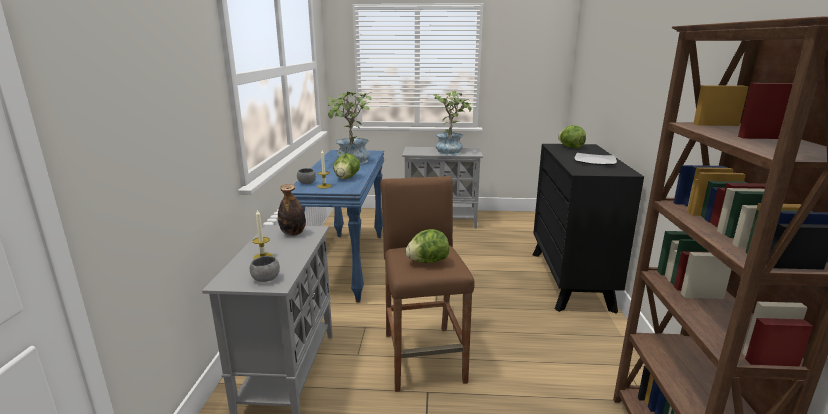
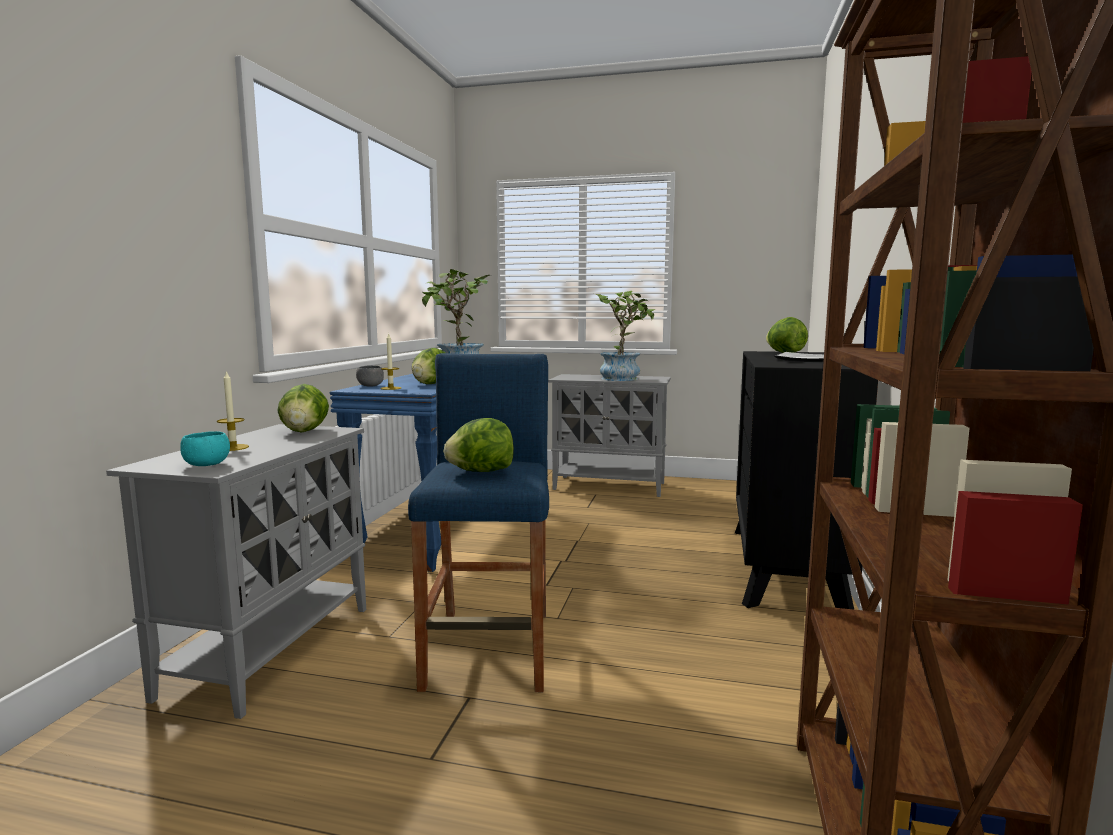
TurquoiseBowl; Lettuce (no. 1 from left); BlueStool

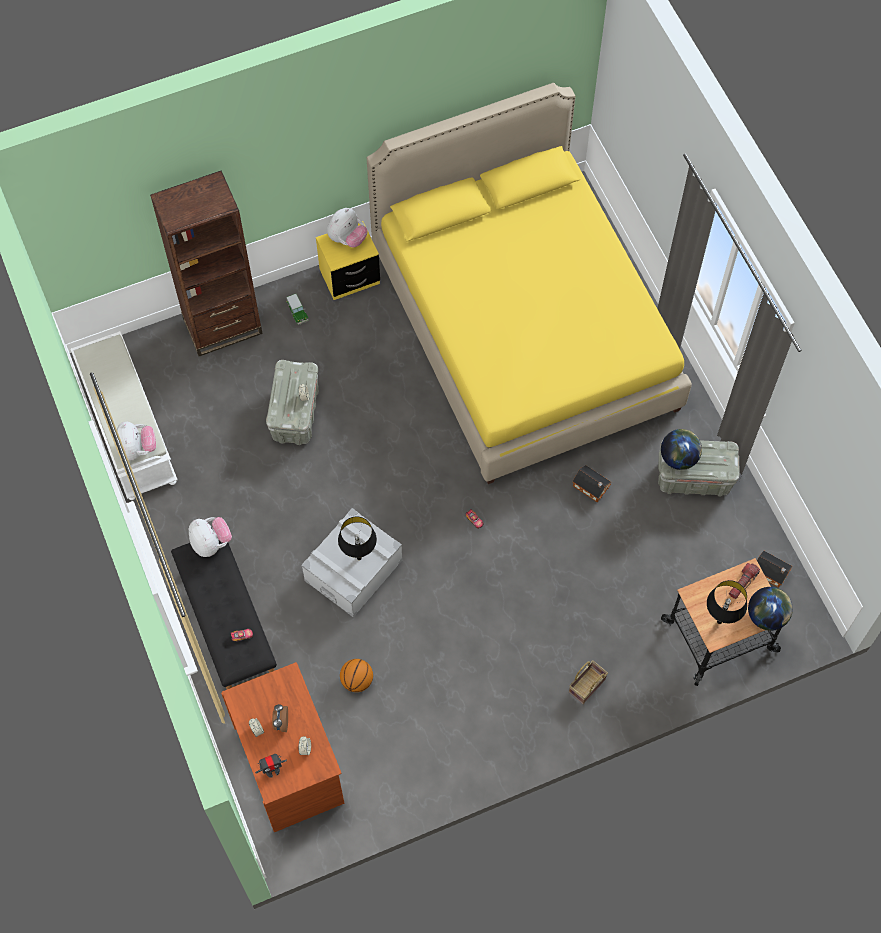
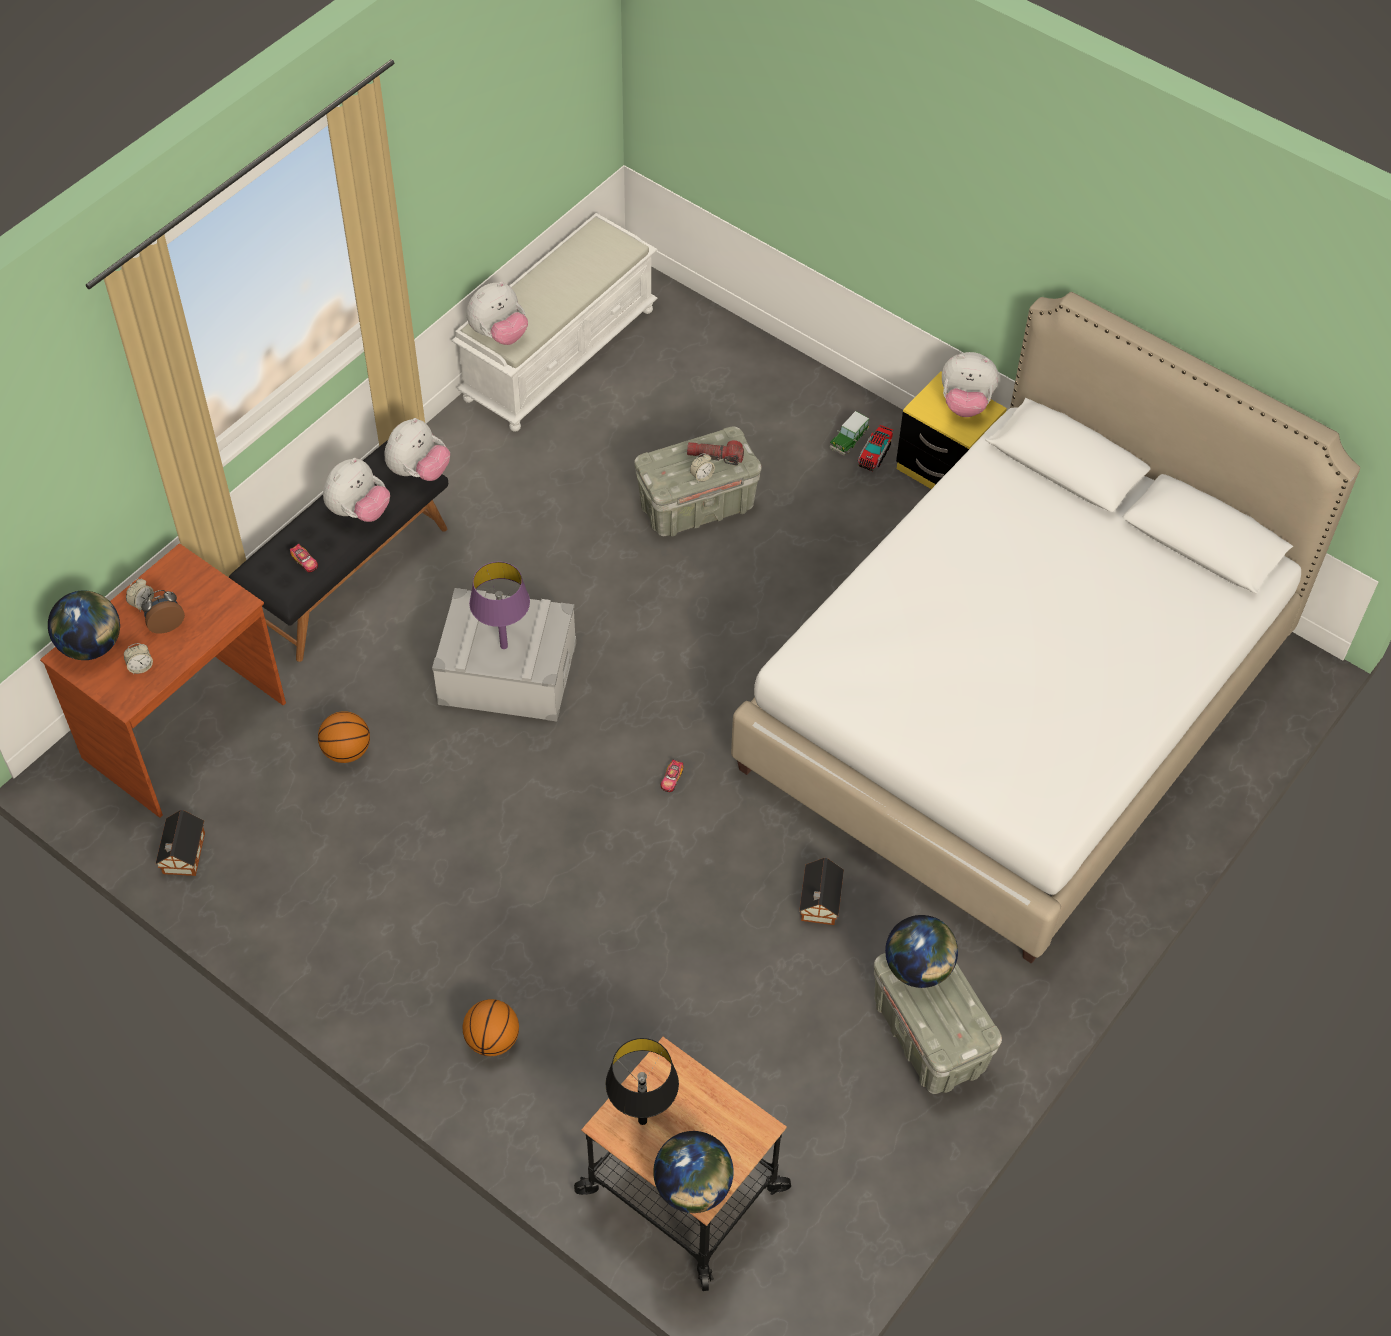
BrownBookcase; Globe (no. 1 from left); PurpleTableLamp; WhiteBed; Basketball (no. 2 from left); Flashlight; ToyHouse (no. 1 from left); PlushToy (no. 1 from left); ToyTruck

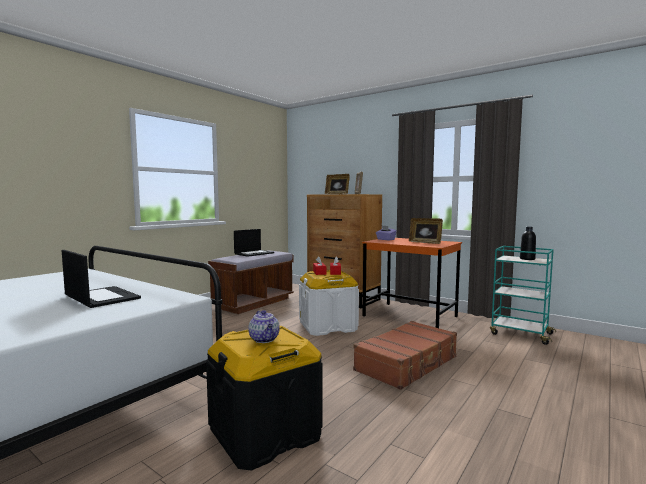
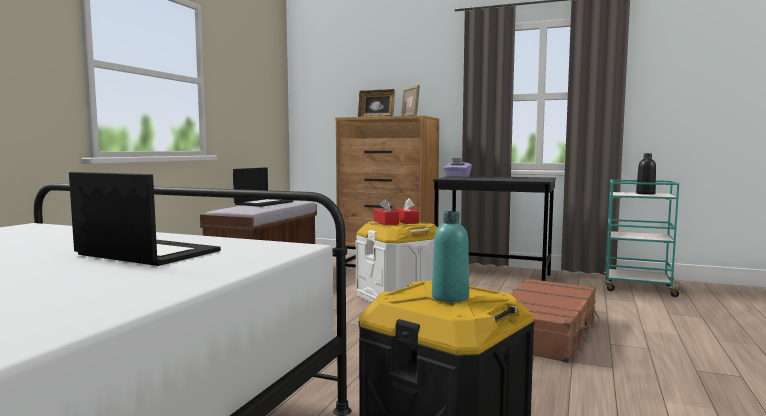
TurquoiseBottle; BlackDesk; PictureFrame (no. 3 from left in the first image)

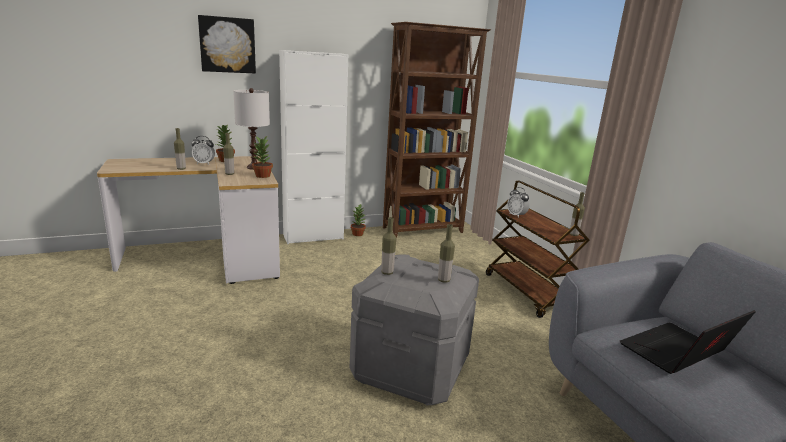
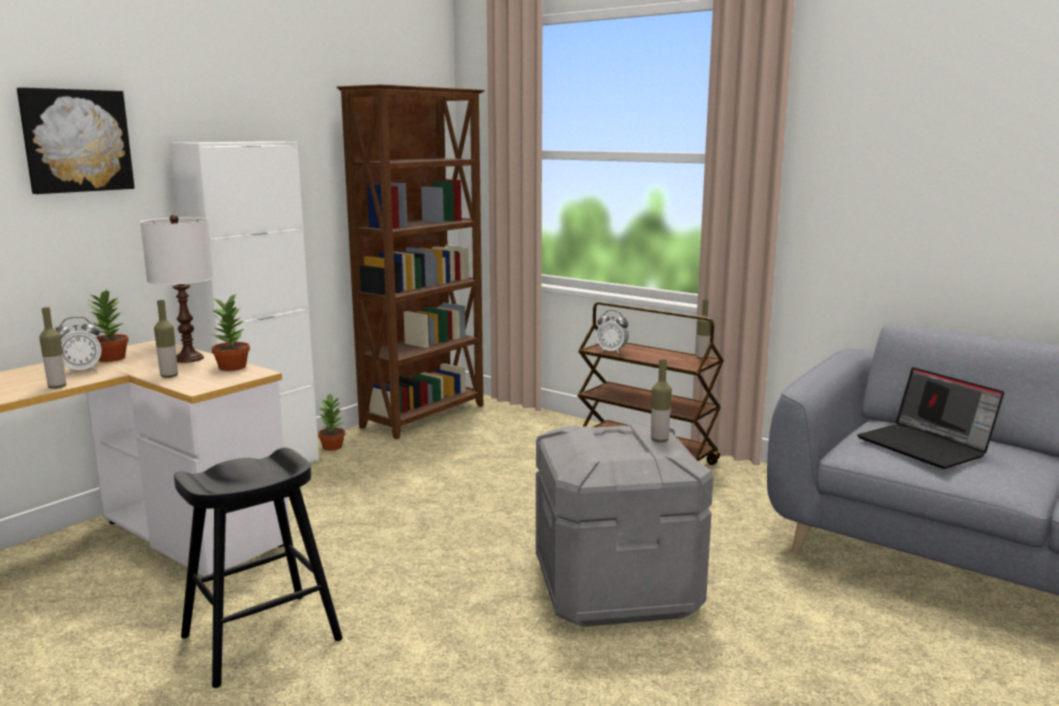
Bottle (no. 3 from left in the first image); Laptop; BlackStool

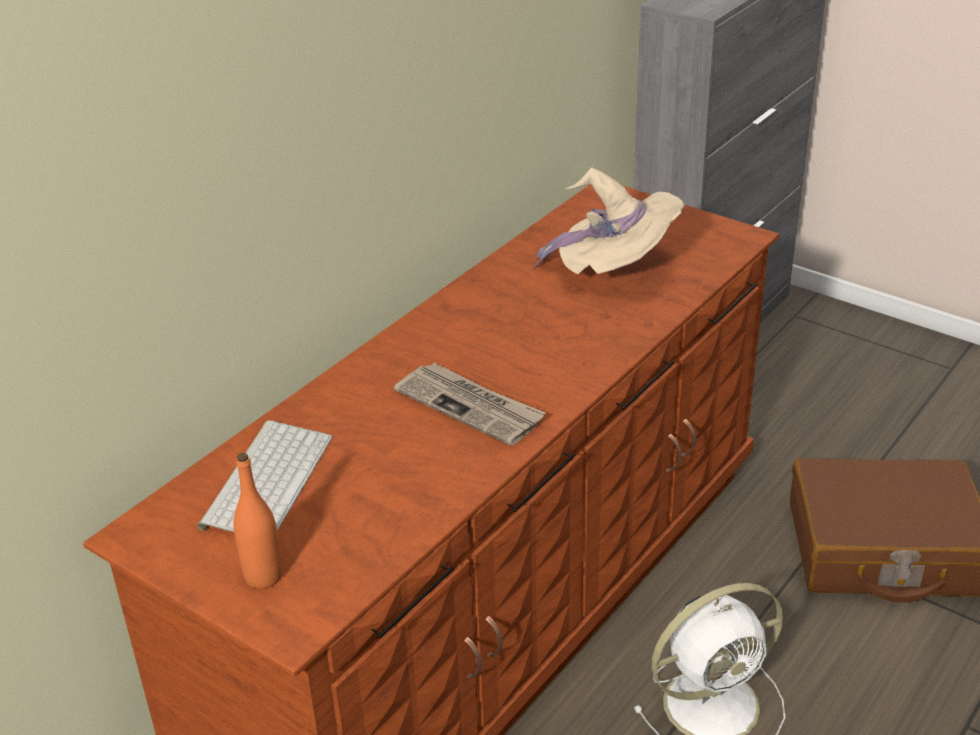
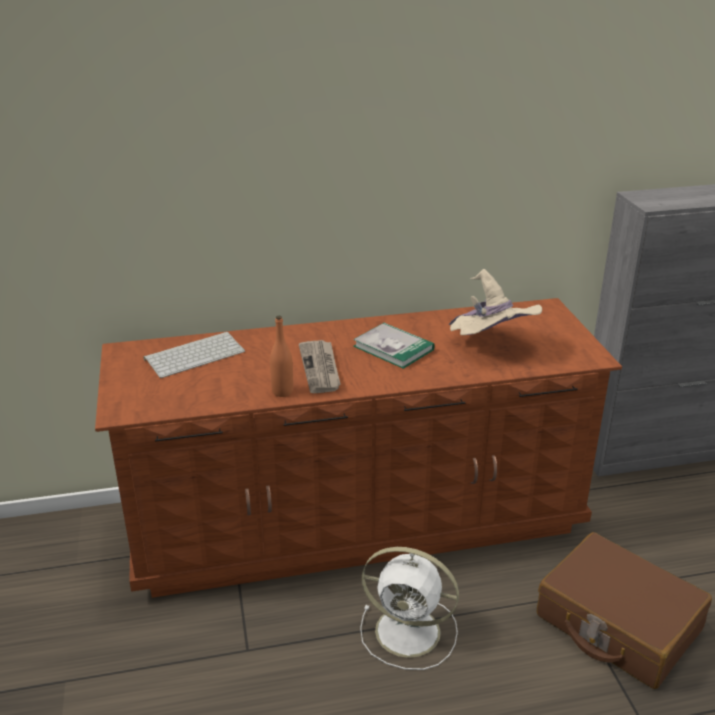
OrangeBottle; Book

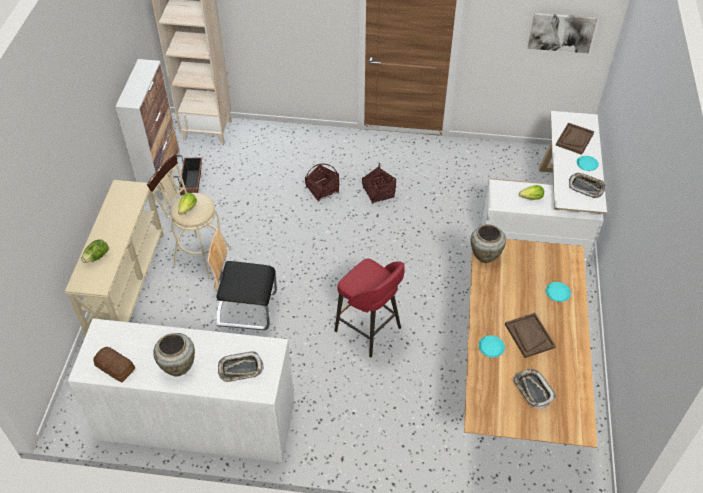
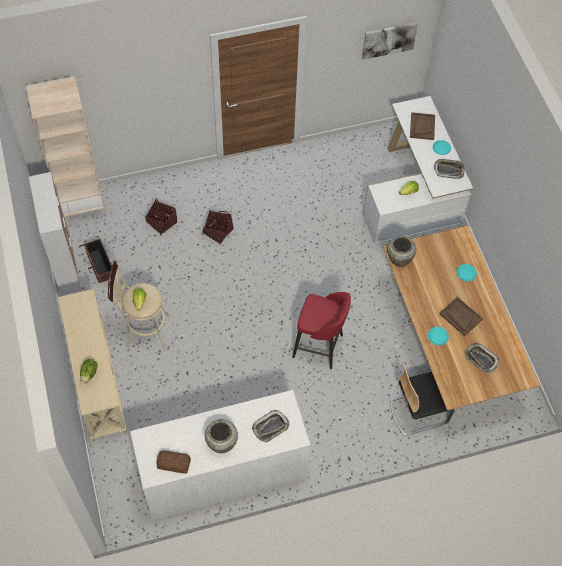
Chair; Basket (no. 1 from left)

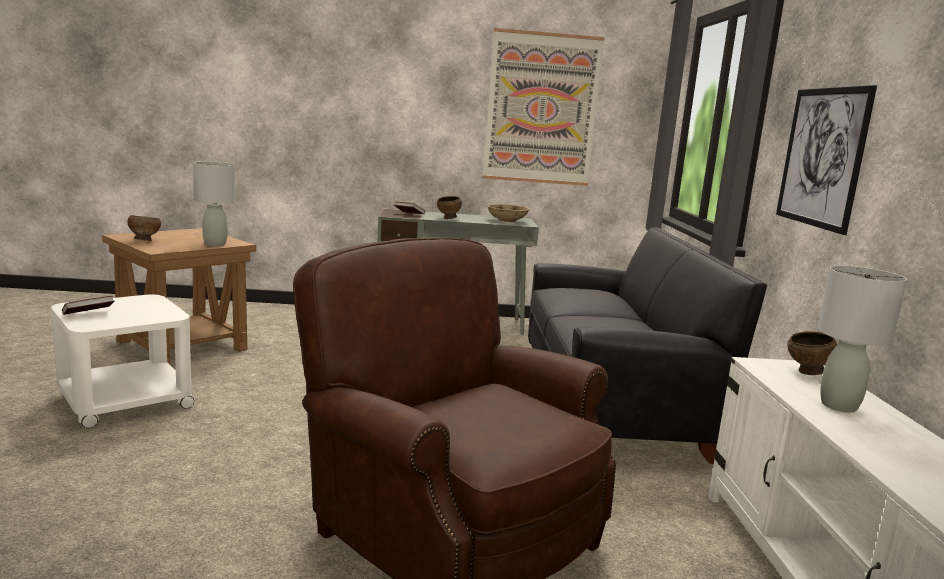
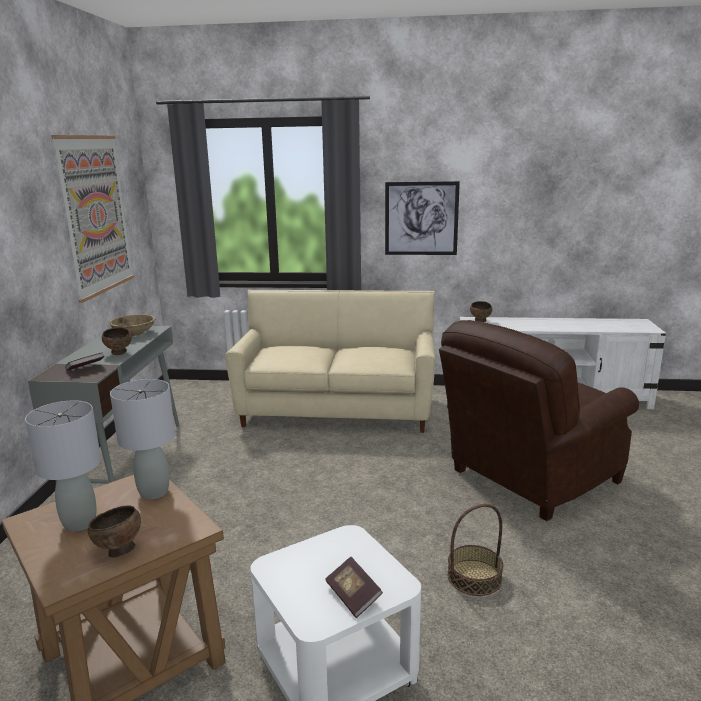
BeigeSofa; GreyTableLamp (no. 1 from left); Basket

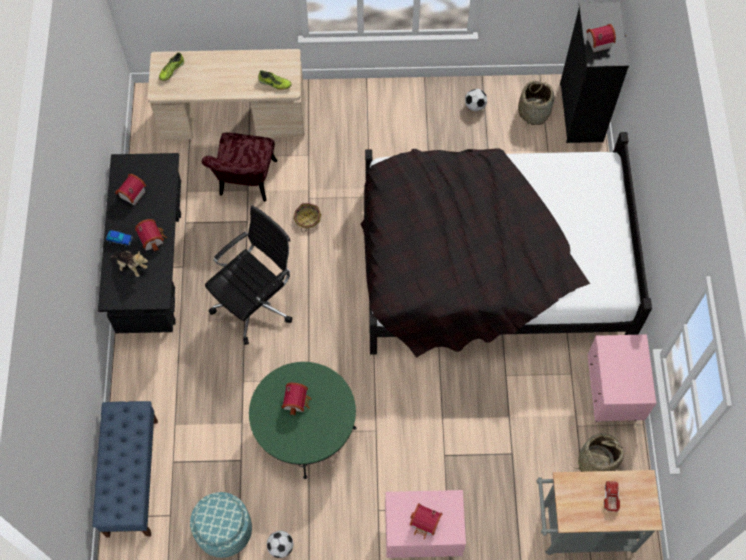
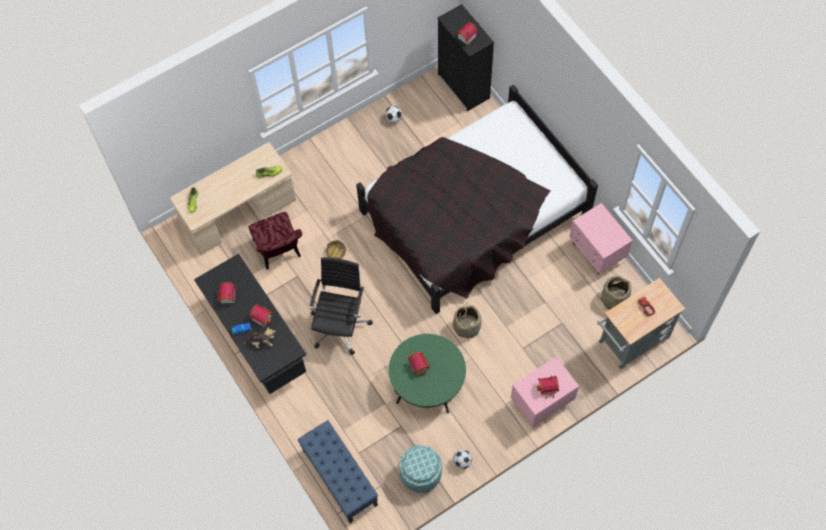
Basket (no. 2 from left)

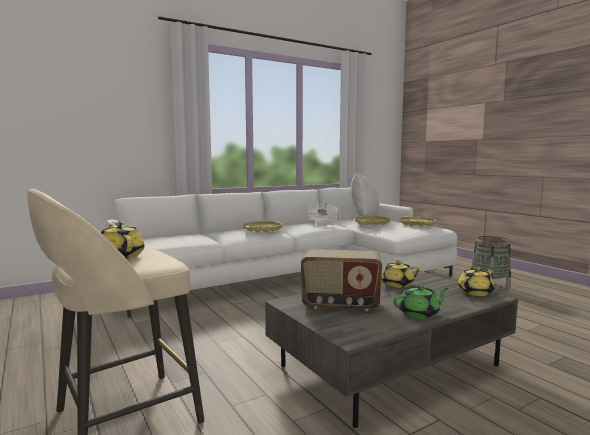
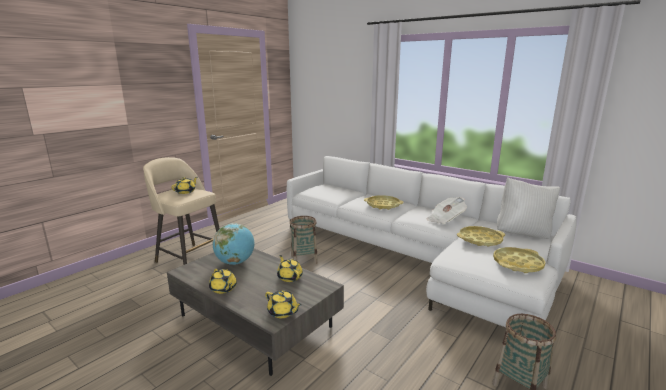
Globe; YellowTeapot (no. 2 from left); Basket (no. 1 from left)

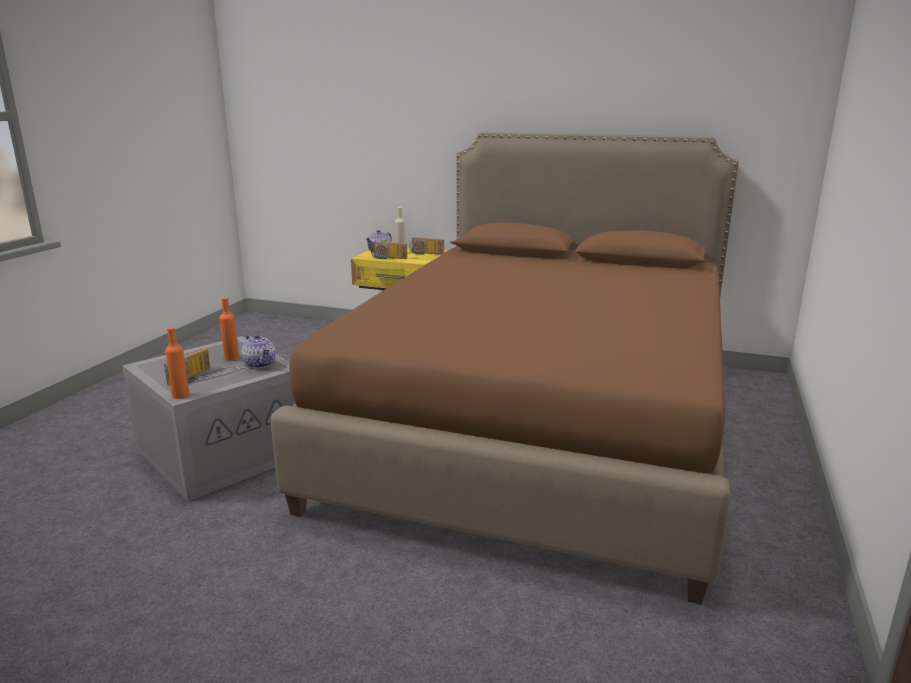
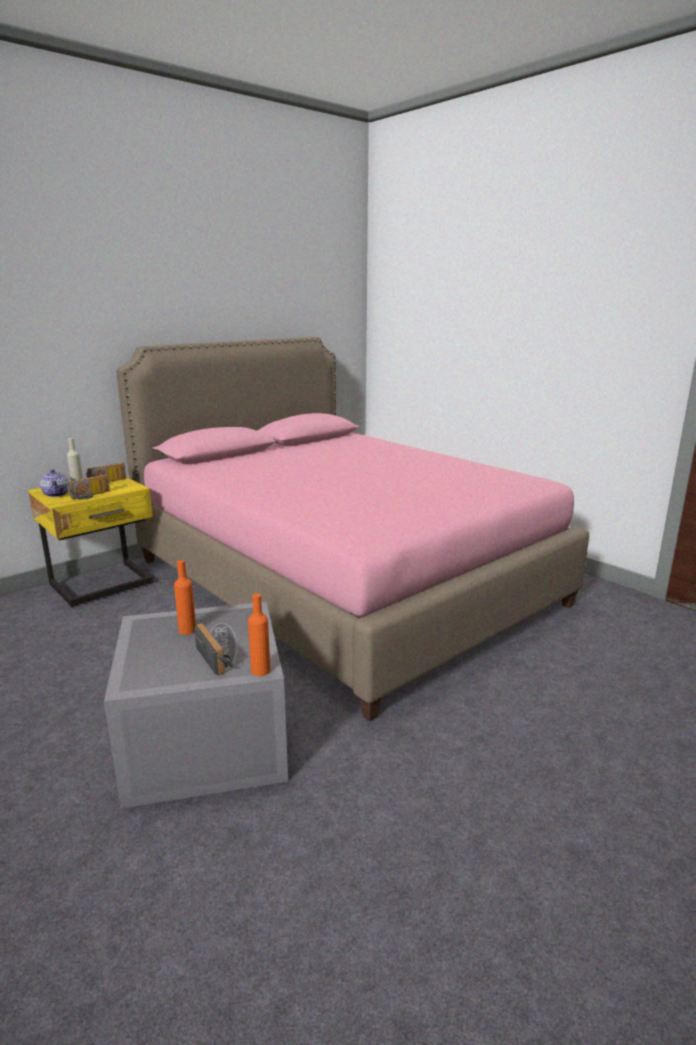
Teapot (no. 1 from left in the first image); PinkBed

